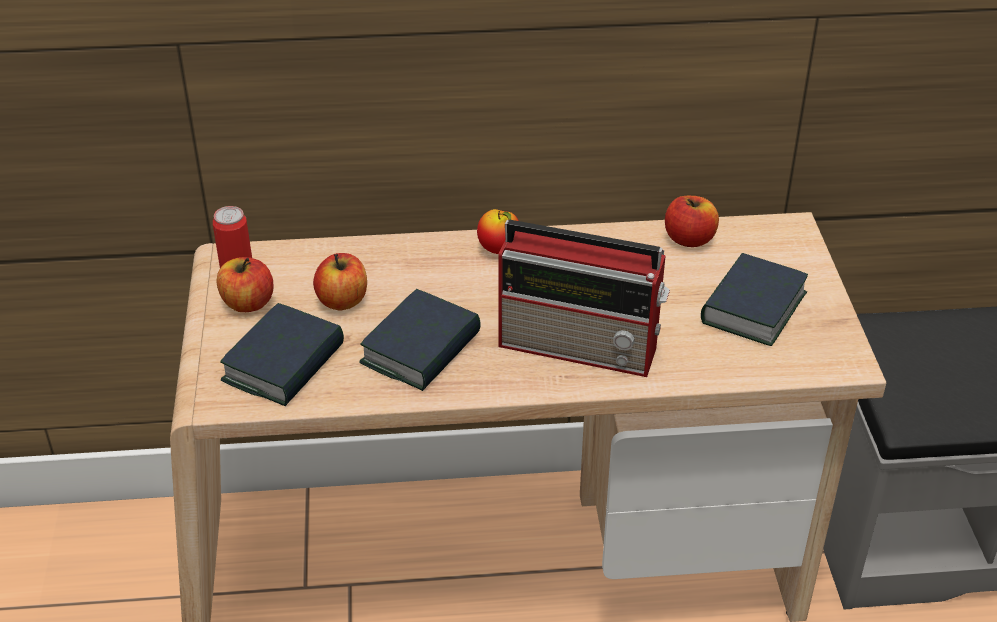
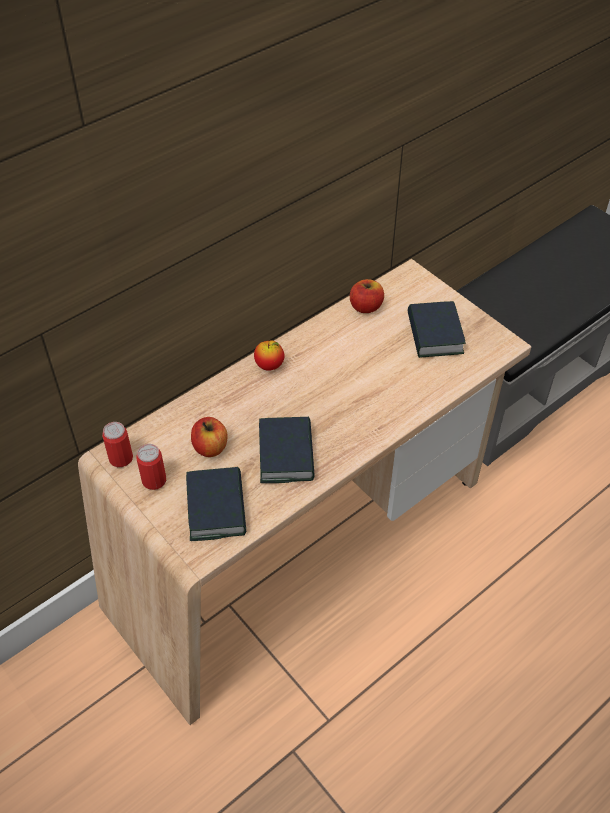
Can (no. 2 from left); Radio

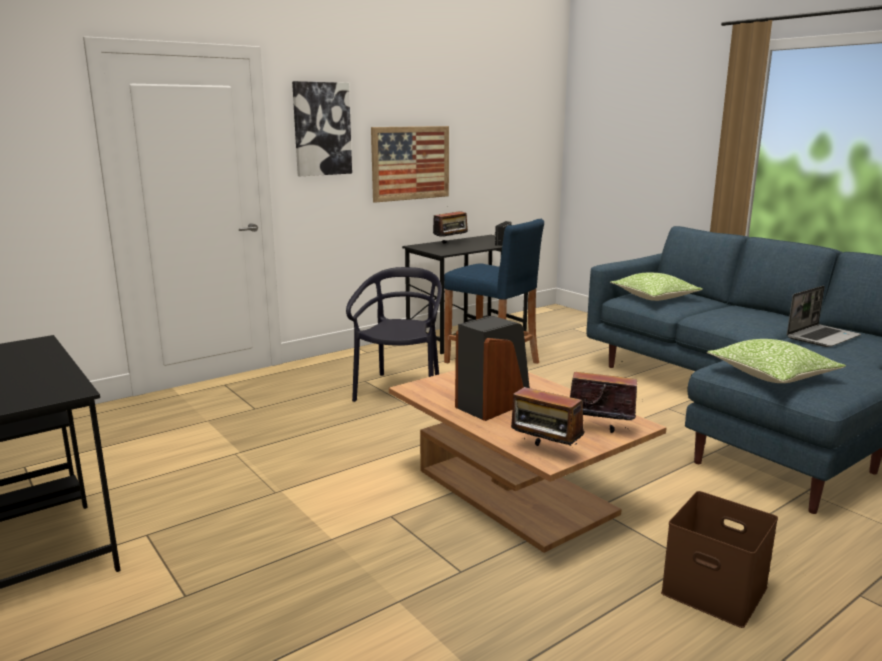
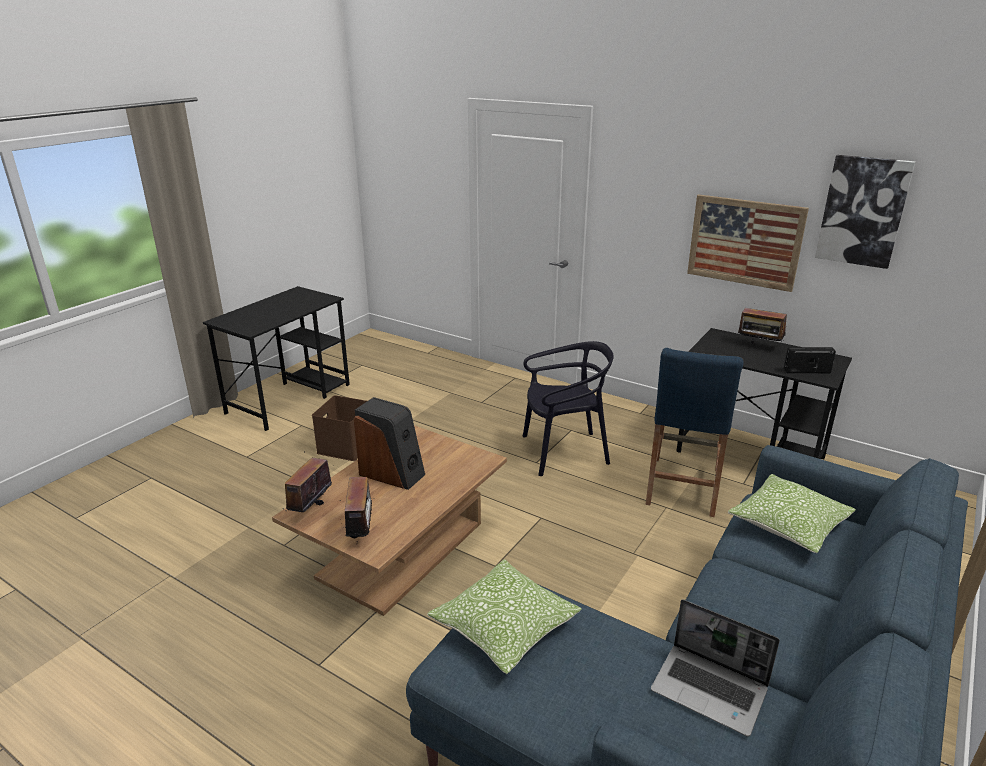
Picture (no. 2 from left); BrownStorageBox

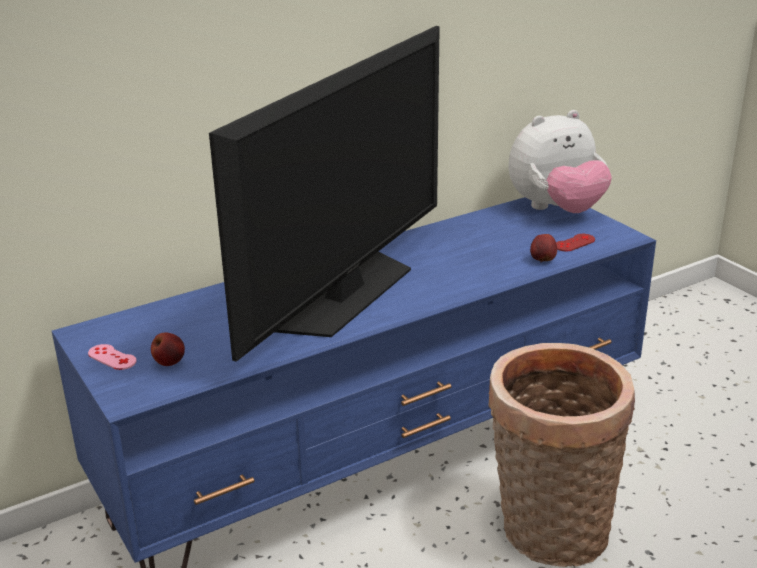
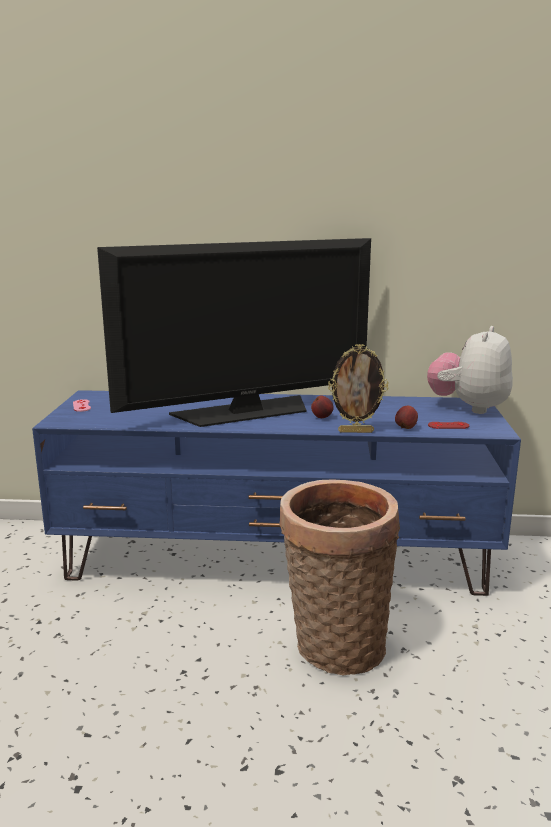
Apple (no. 1 from left); PlushToy; PictureFrame

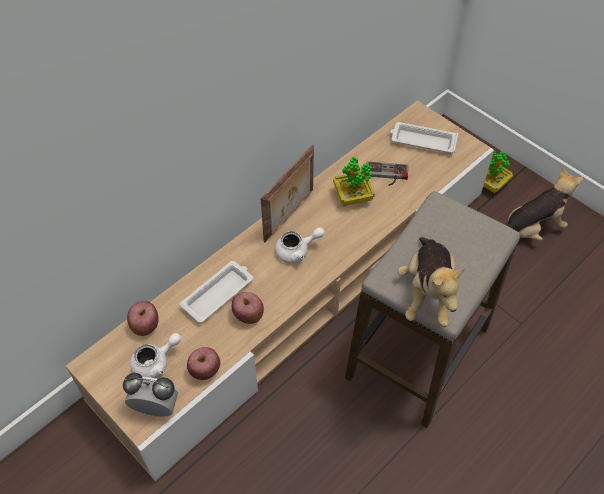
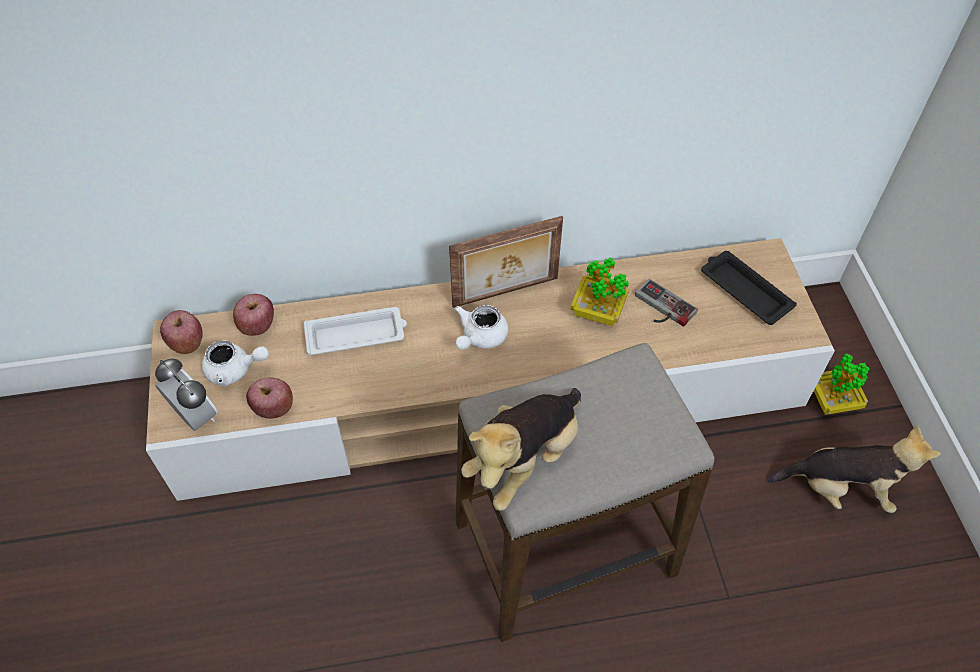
Apple (no. 1 from left); WhiteTeapot (no. 2 from left); BlackTray

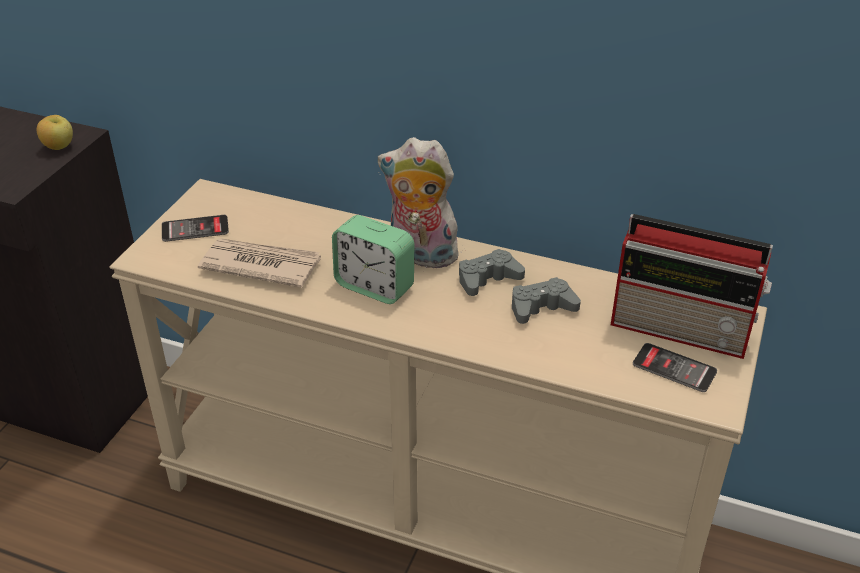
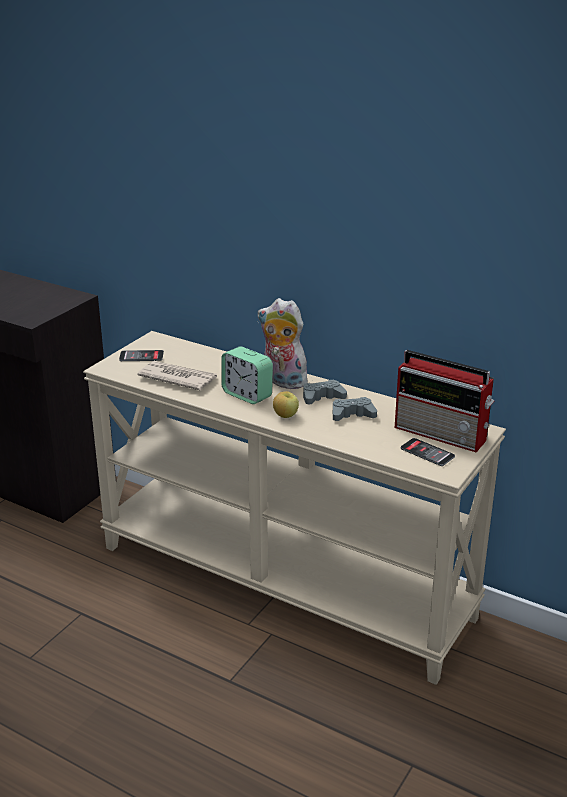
Apple

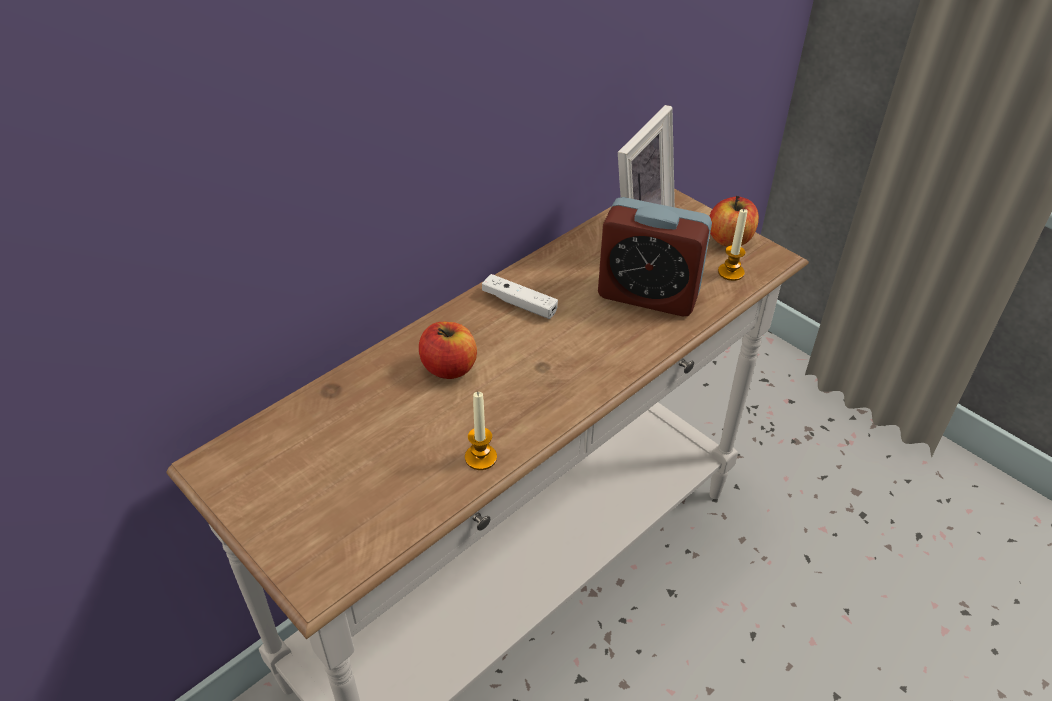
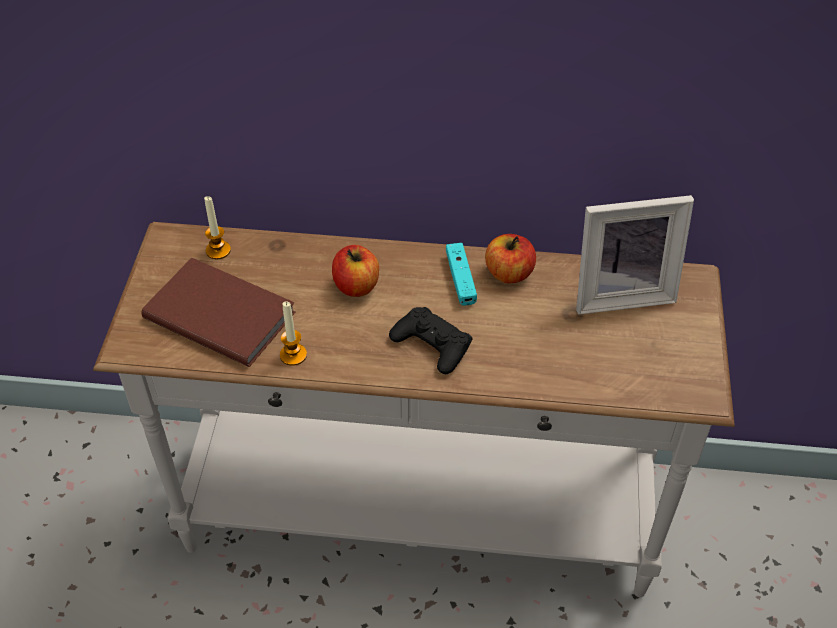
TurquoiseGameController; AlarmClock; Apple (no. 2 from left); Candle (no. 1 from left); BrownBook; BlackGameController

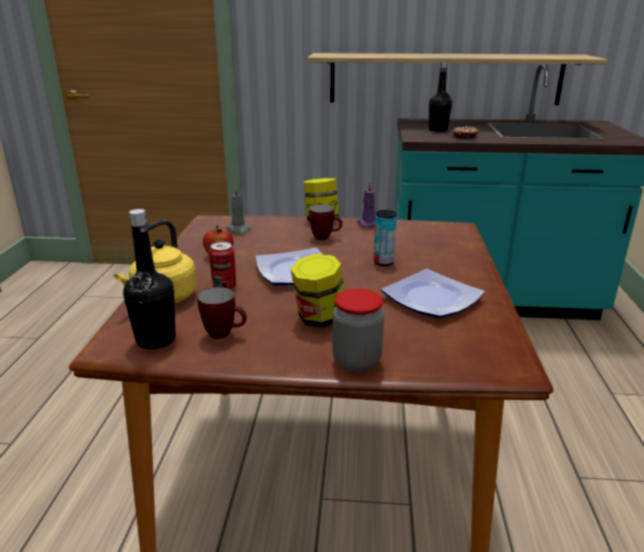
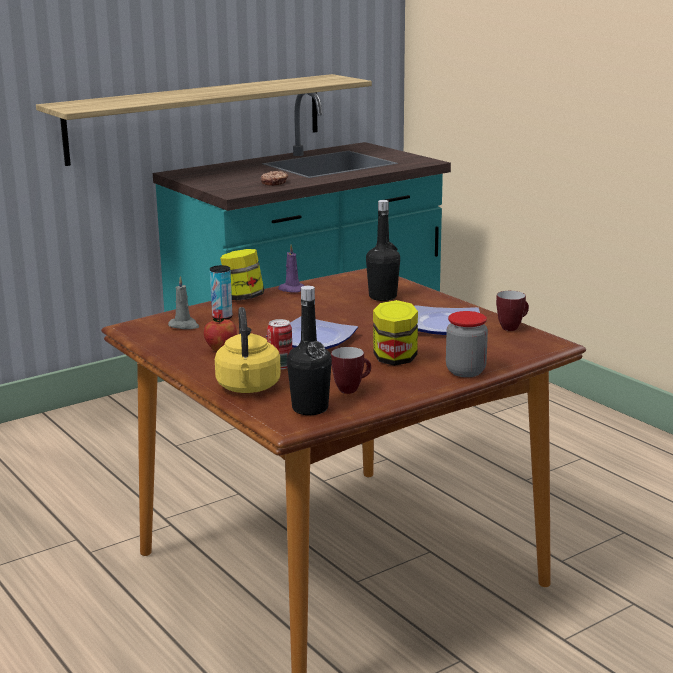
Mug (no. 2 from left); Can (no. 1 from left); BlackBottle (no. 2 from left)

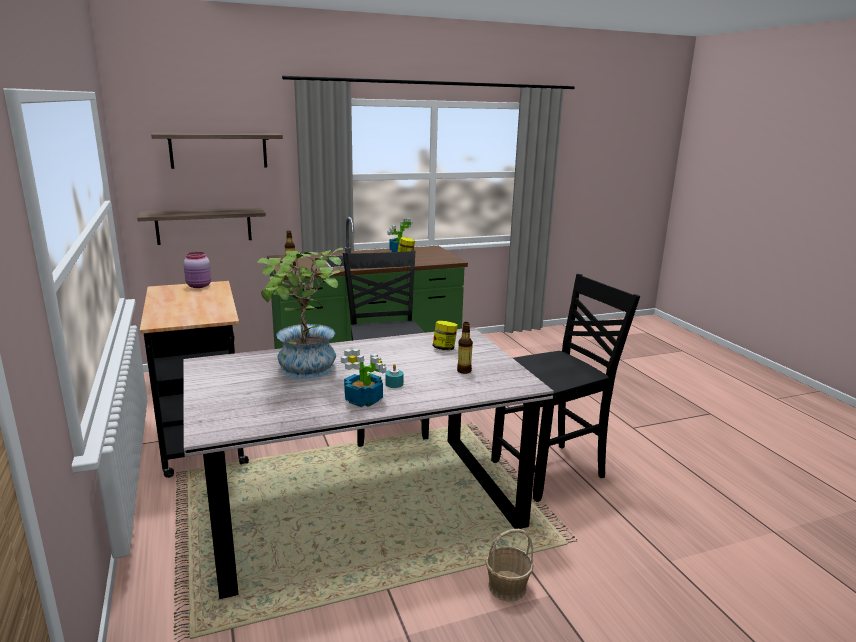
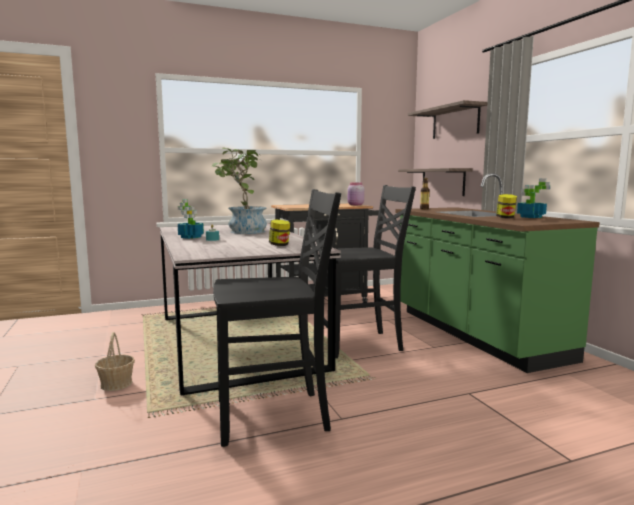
Bottle (no. 2 from left in the first image); BlackChair (no. 1 from left)

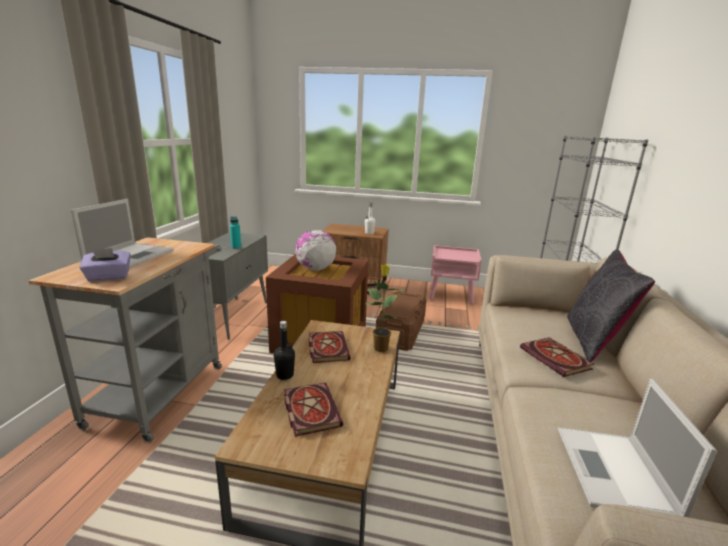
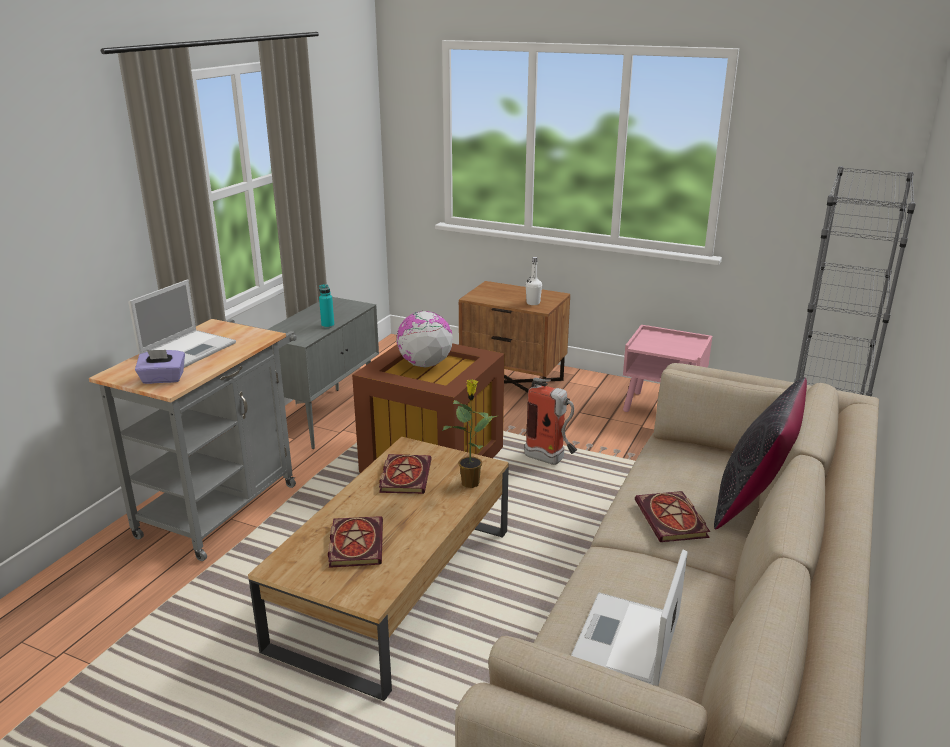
BlackBottle; FireExtinguisher

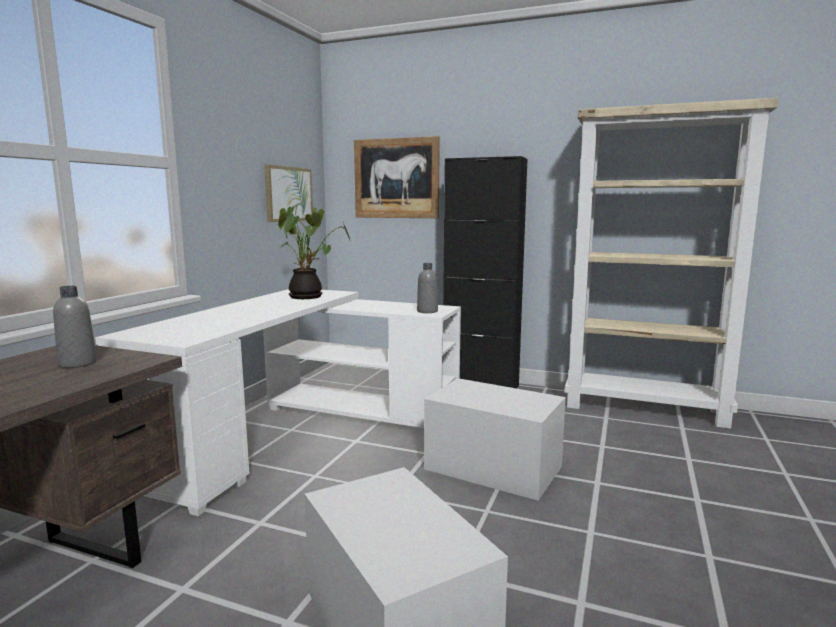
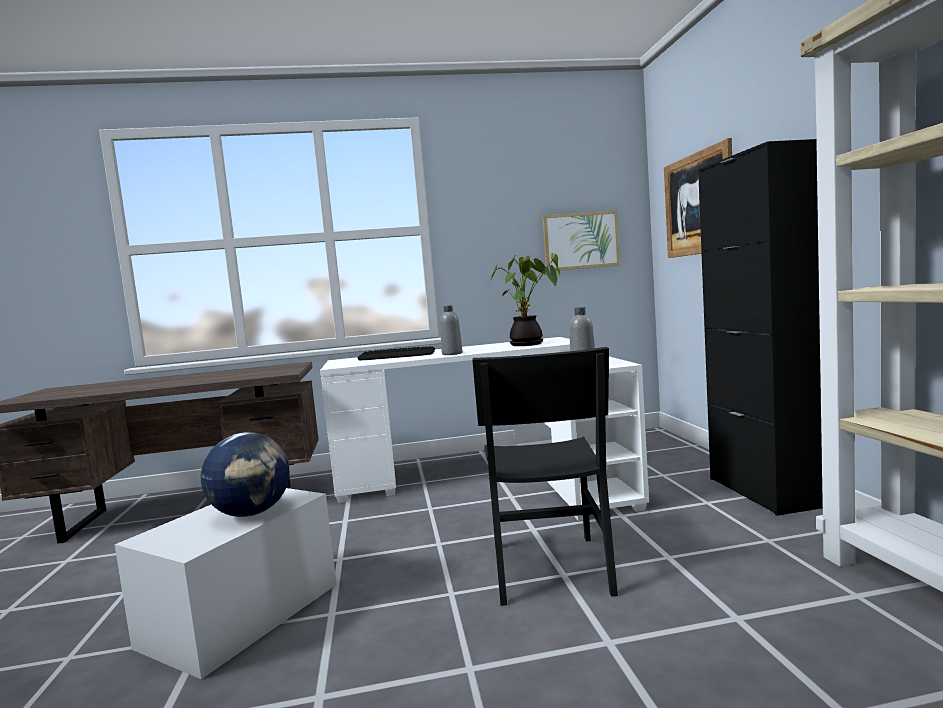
GreyBottle (no. 1 from left); BlackChair; Globe; Keyboard

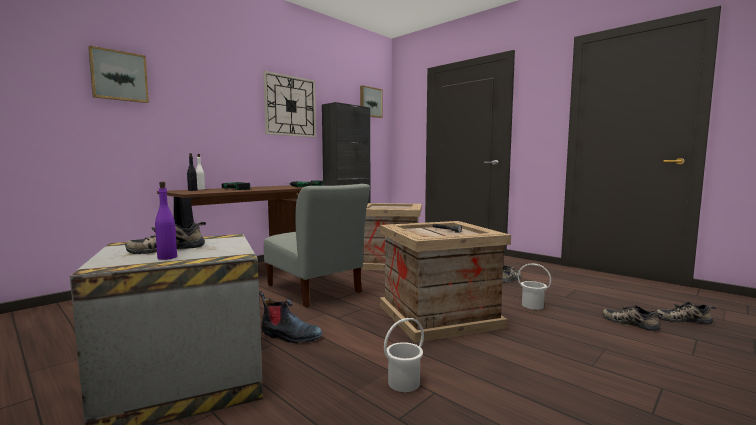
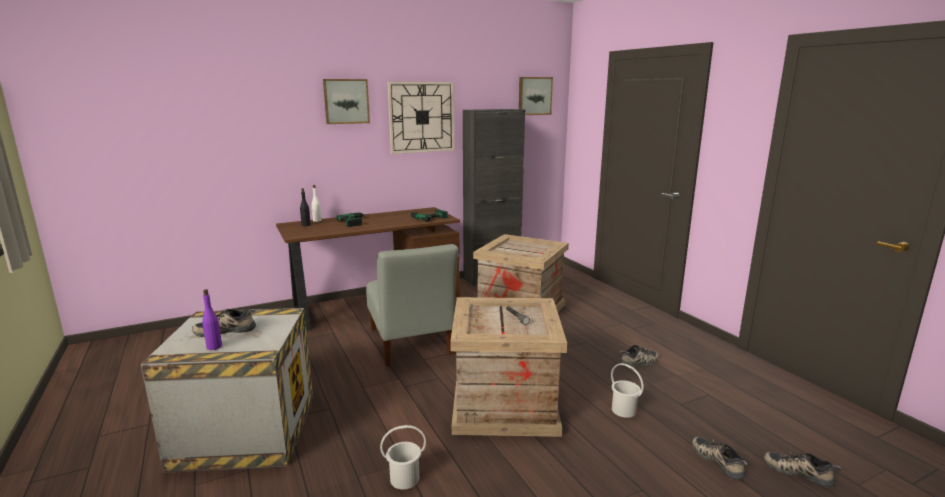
Picture (no. 1 from left); Boot

